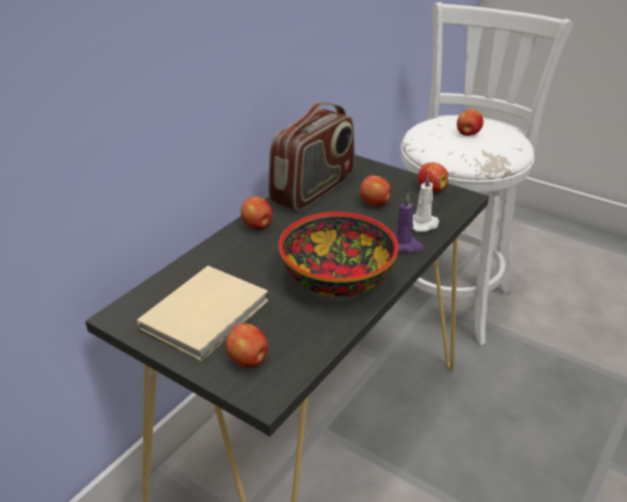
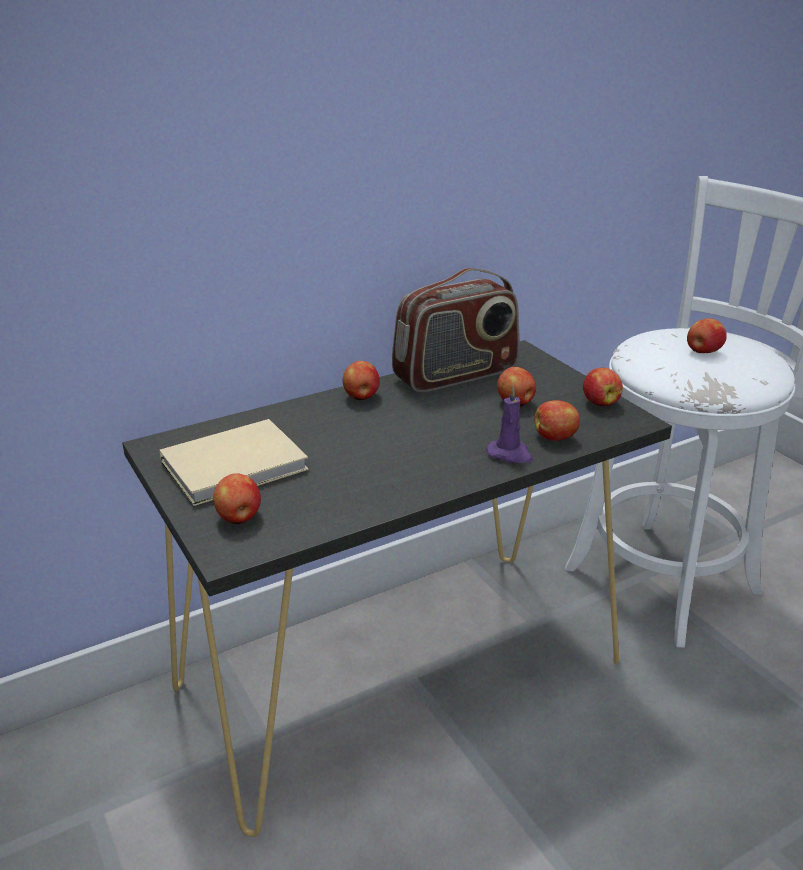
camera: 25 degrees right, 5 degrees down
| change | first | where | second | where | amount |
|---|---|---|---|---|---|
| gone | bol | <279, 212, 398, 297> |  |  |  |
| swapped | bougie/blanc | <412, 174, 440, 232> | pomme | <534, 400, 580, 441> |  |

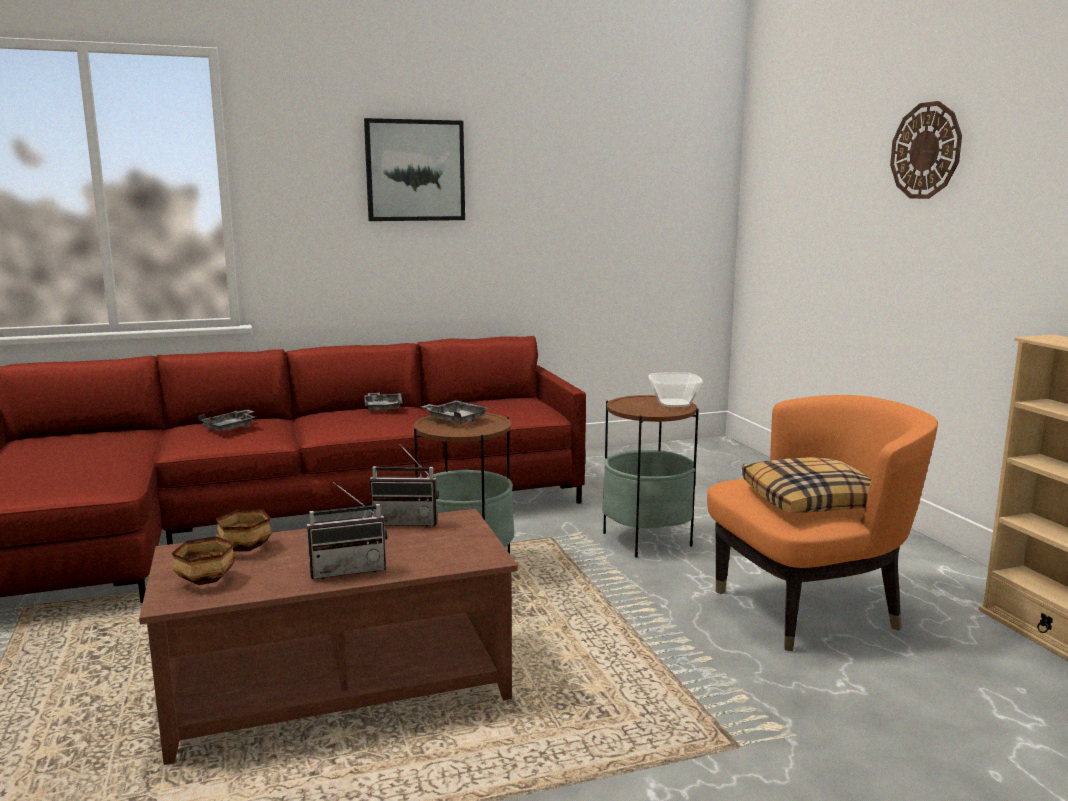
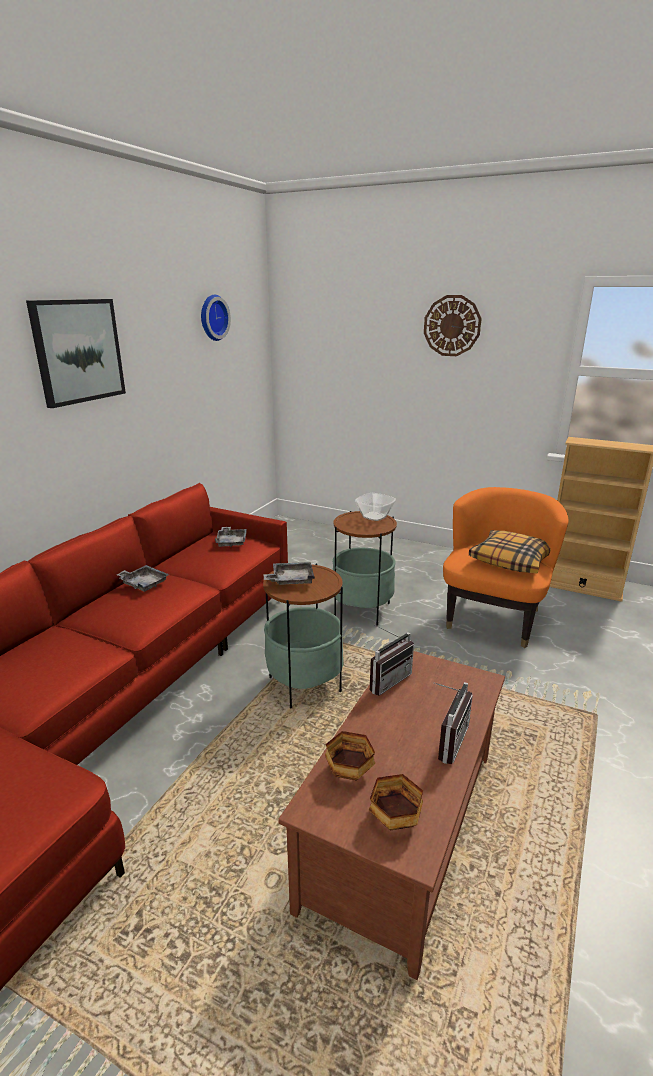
camera: 45 degrees left, 10 degrees up
| change | first | where | second | where | amount |
|---|---|---|---|---|---|
| new |  |  | horloge murale | <201, 295, 231, 341> |  |
| shifted | plateau/gris | <199, 410, 256, 431> |  | <215, 527, 247, 547> |  |

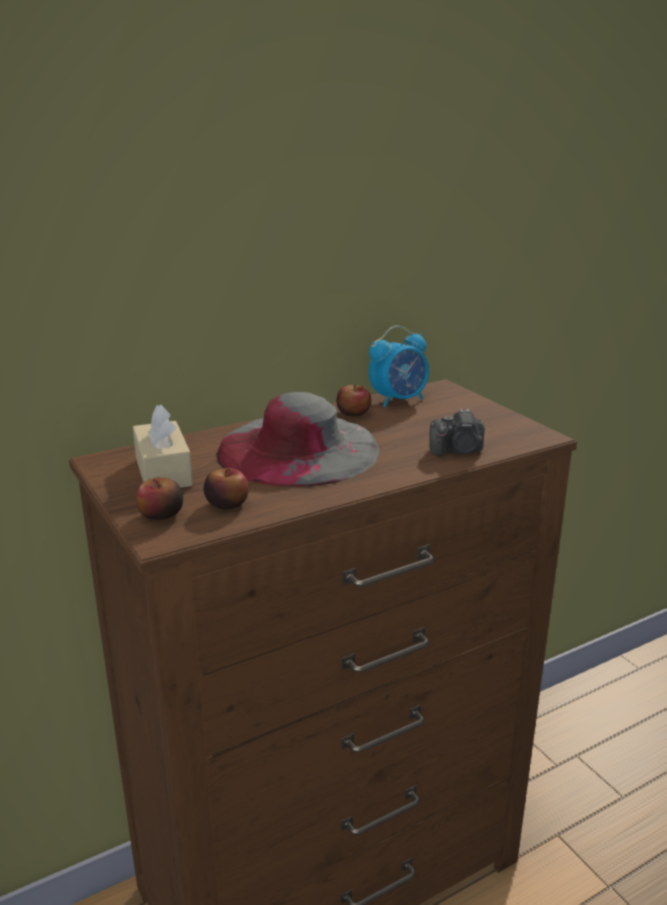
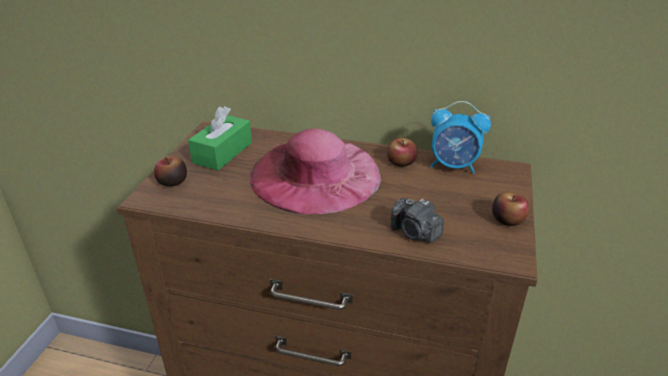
camera: 45 degrees right, 10 degrees up
| change | first | where | second | where | amount |
|---|---|---|---|---|---|
| shifted | pomme | <203, 468, 249, 510> |  | <492, 192, 529, 226> |  |
| repainted | boîte à mouchoirs/beige | <133, 404, 193, 488> | boîte à mouchoirs/vert | <188, 106, 252, 170> |  |
| repainted | chapeau/gris | <216, 392, 380, 487> | chapeau/rose | <249, 129, 381, 214> |  |

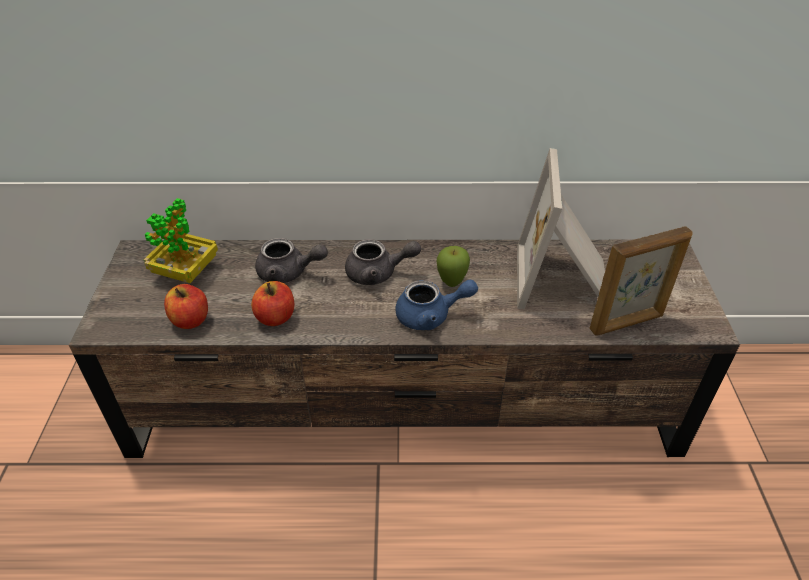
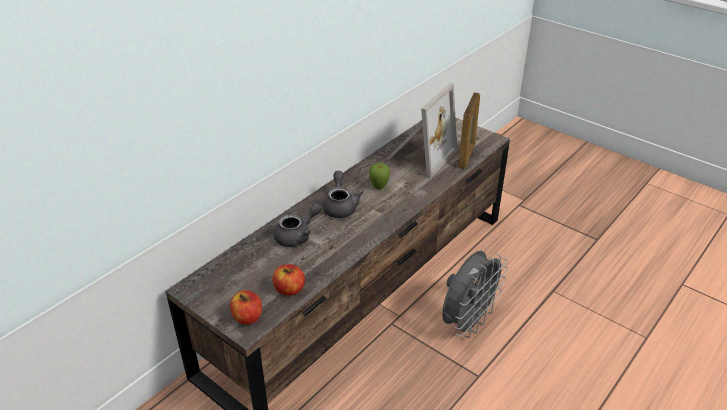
camera: 50 degrees left, 5 degrees down
| change | first | where | second | where | amount |
|---|---|---|---|---|---|
| gone | plante en pot | <144, 198, 218, 283> |  |  |  |
| gone | théière/bleu | <395, 280, 478, 330> |  |  |  |
| new |  |  | ventilateur/gris | <442, 251, 508, 338> |  |
| shifted | pomme | <251, 281, 294, 326> |  | <230, 290, 262, 325> |  |
| rotated | théière/gris | <345, 239, 421, 285> |  | <323, 171, 364, 218> | 45 degrees counterclockwise |
| rotated | cadre photo | <517, 148, 605, 309> |  | <386, 83, 457, 179> | 105 degrees counterclockwise |

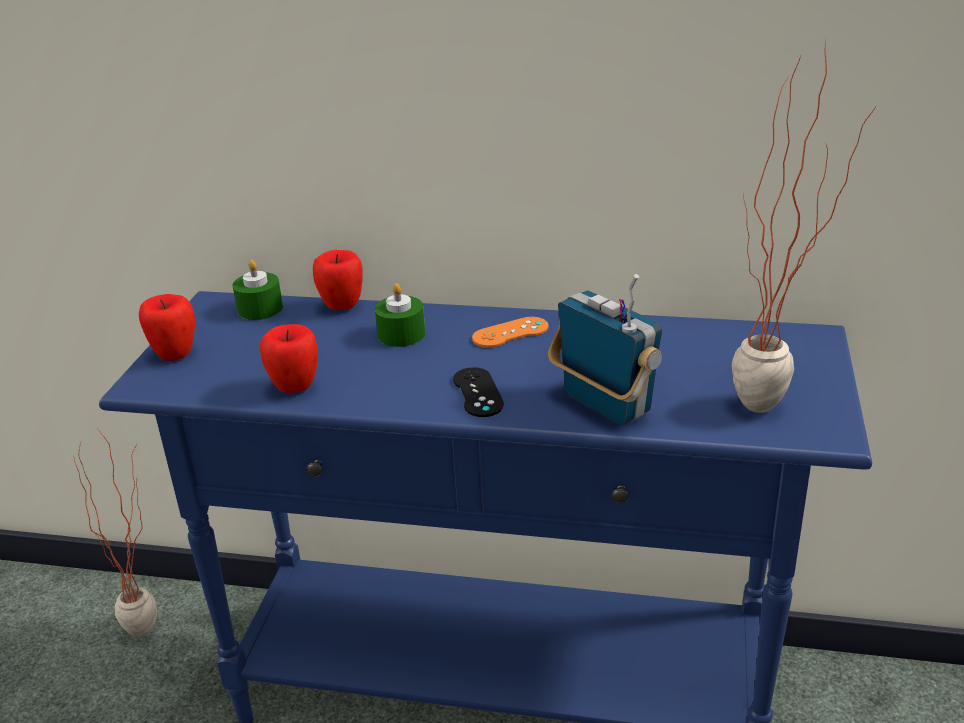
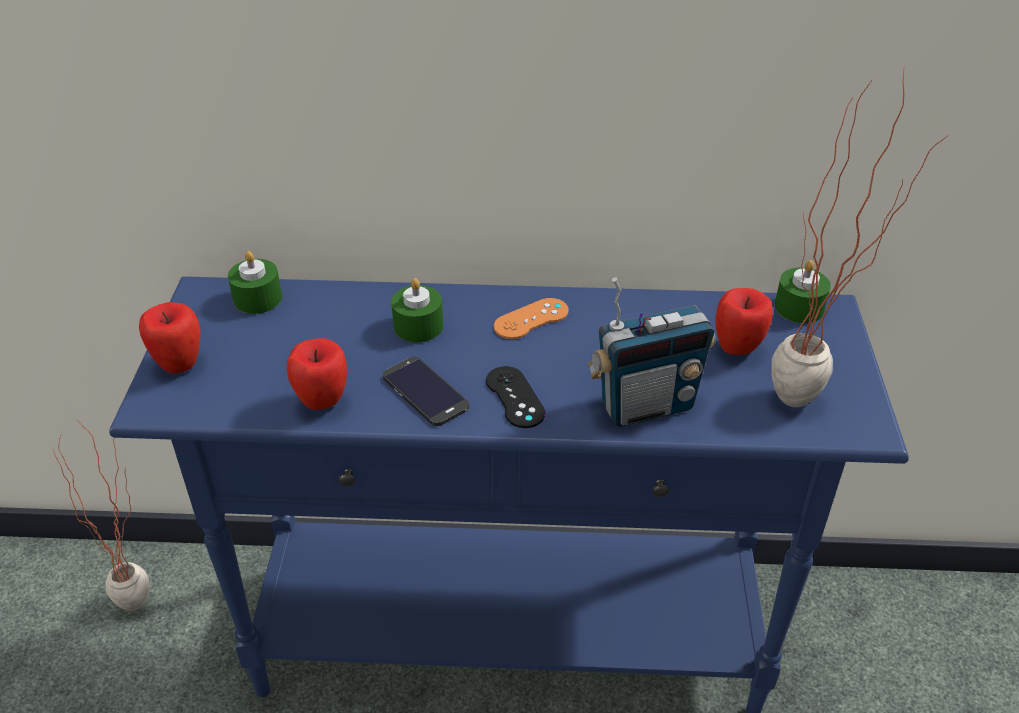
camera: 10 degrees left, 10 degrees up
| change | first | where | second | where | amount |
|---|---|---|---|---|---|
| new |  |  | téléphone | <382, 357, 469, 426> |  |
| new |  |  | bougie/vert | <775, 260, 831, 323> |  |
| shifted | pomme | <313, 250, 363, 310> |  | <715, 288, 773, 355> |  |
| rotated | radio | <548, 274, 662, 426> |  | <588, 277, 716, 427> | 120 degrees clockwise |

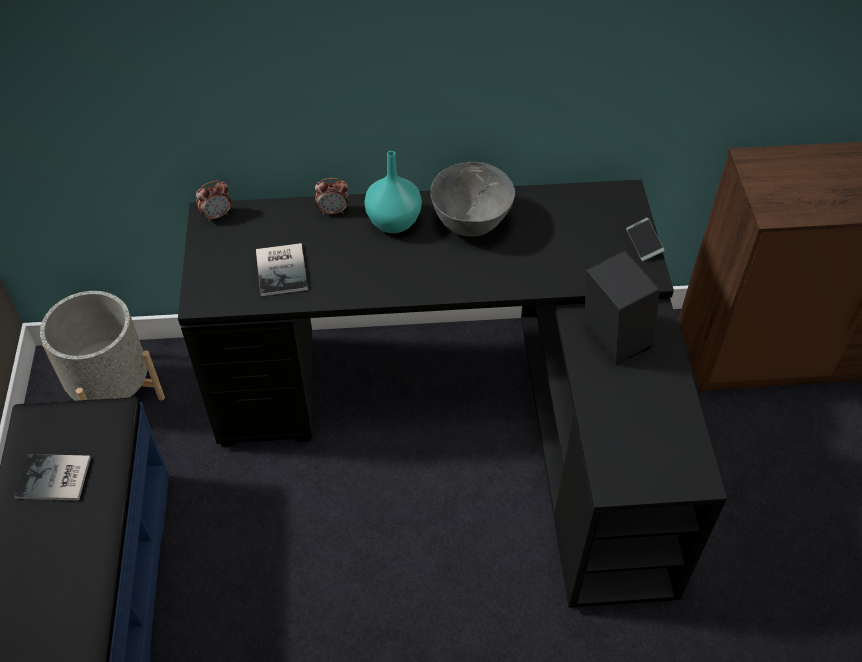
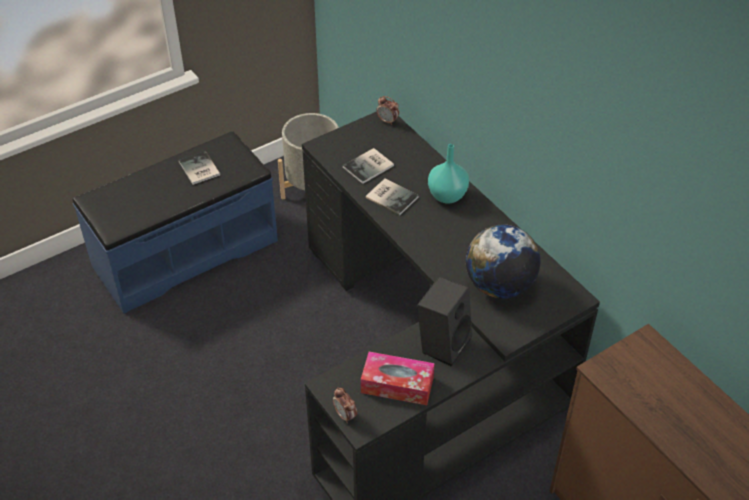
camera: 60 degrees right, 5 degrees down
| change | first | where | second | where | amount |
|---|---|---|---|---|---|
| gone | bol/gris | <430, 162, 515, 236> |  |  |  |
| gone | téléphone | <626, 218, 665, 261> |  |  |  |
| new |  |  | boîte à mouchoirs | <361, 352, 435, 405> |  |
| new |  |  | livre | <365, 178, 419, 216> |  |
| new |  |  | globe | <466, 225, 540, 299> |  |
| shifted | réveil | <315, 178, 348, 215> |  | <333, 387, 357, 423> |  |

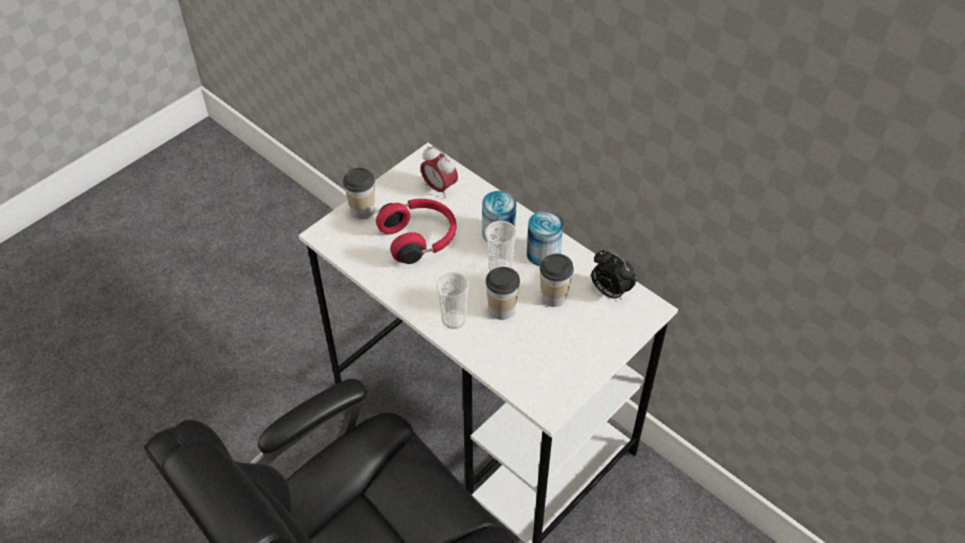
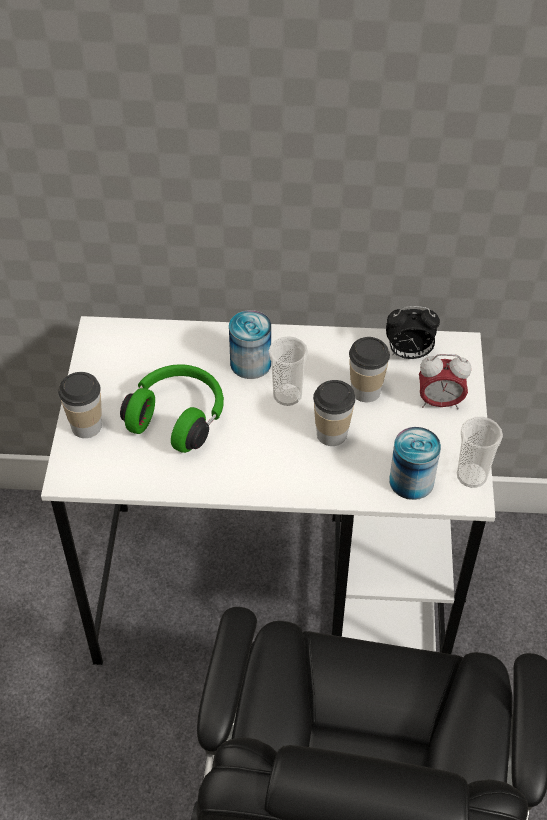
camera: 40 degrees left, 0 degrees up
| change | first | where | second | where | amount |
|---|---|---|---|---|---|
| shifted | réveil | <420, 146, 458, 198> |  | <419, 354, 471, 410> |  |
| shifted | tasse | <436, 272, 469, 329> |  | <457, 417, 503, 488> |  |
| shifted | boîte métallique | <527, 211, 563, 266> |  | <389, 427, 441, 500> |  |
| repainted | casque audio/rouge | <376, 199, 457, 264> | casque audio/vert | <120, 364, 224, 453> |  |

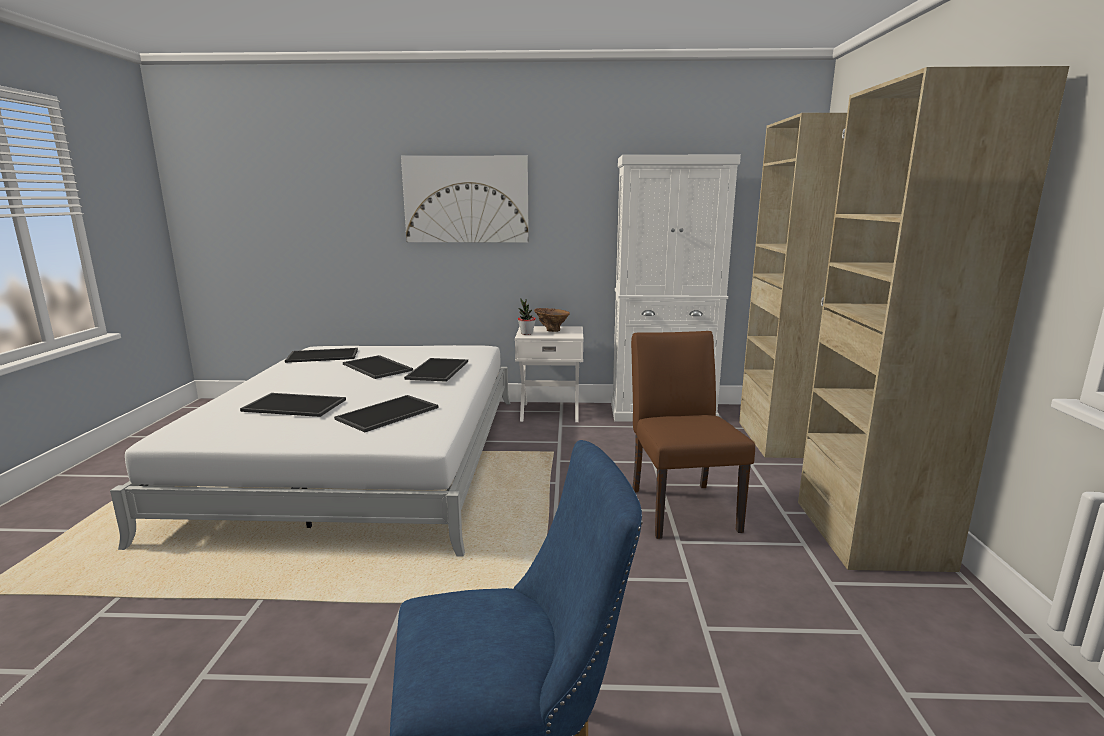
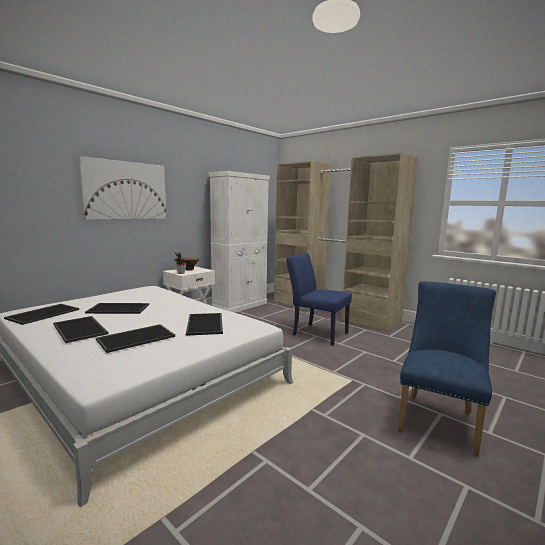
camera: 50 degrees left, 5 degrees down
| change | first | where | second | where | amount |
|---|---|---|---|---|---|
| shifted | plateau | <404, 358, 468, 382> |  | <53, 316, 108, 343> |  |
| repainted | chaise/marron | <631, 331, 755, 539> | chaise/bleu | <286, 253, 352, 346> |  |

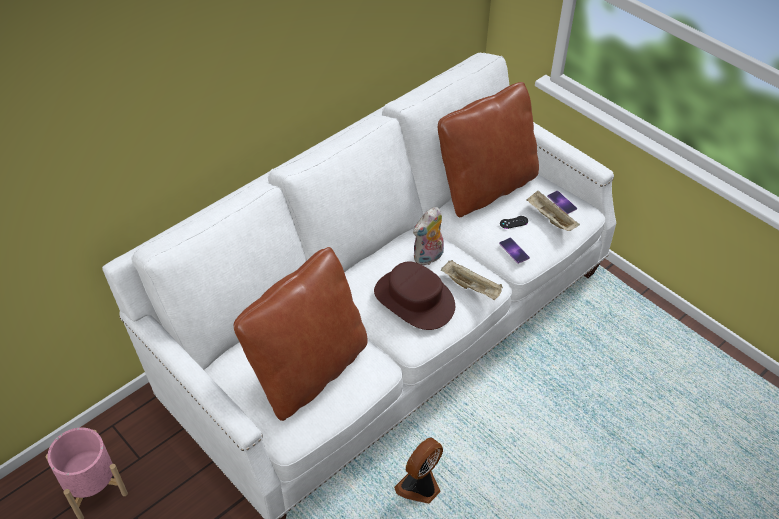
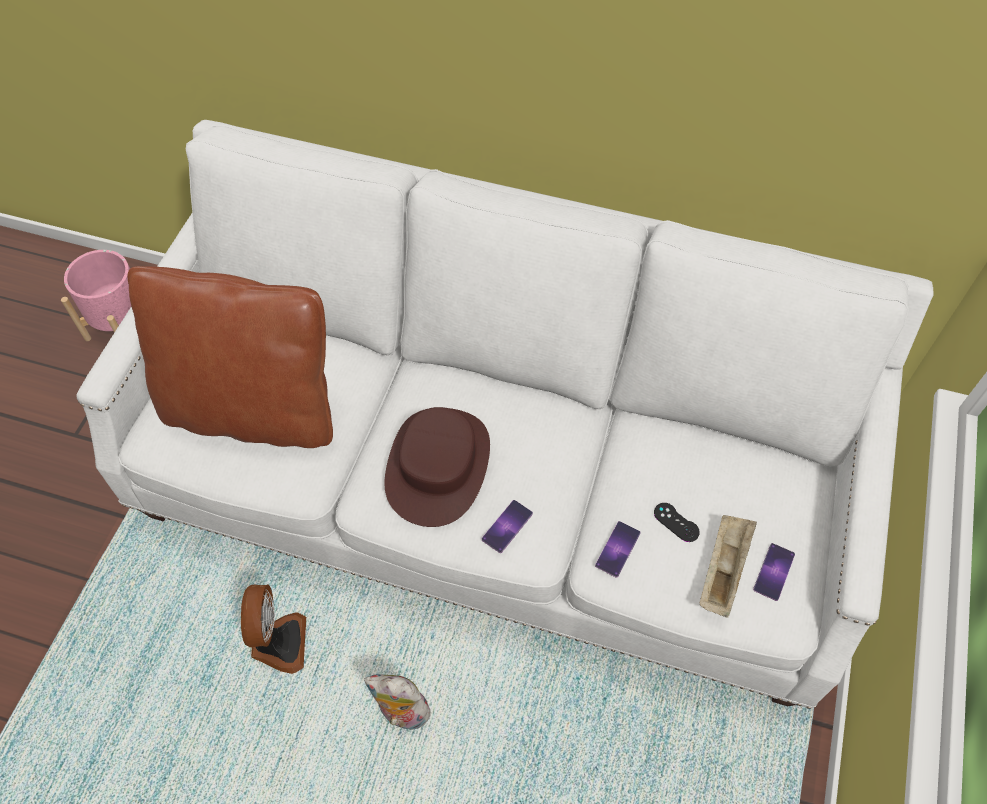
camera: 60 degrees right, 10 degrees up
| change | first | where | second | where | amount |
|---|---|---|---|---|---|
| gone | coussin/marron | <438, 82, 539, 217> |  |  |  |
| shifted | peluche | <413, 207, 444, 265> |  | <364, 675, 436, 729> |  |
| swapped | plateau/beige | <441, 260, 503, 300> | téléphone | <482, 500, 533, 553> |  |
| rotated | ventilateur | <394, 437, 443, 504> |  | <241, 584, 306, 674> | 75 degrees clockwise |

